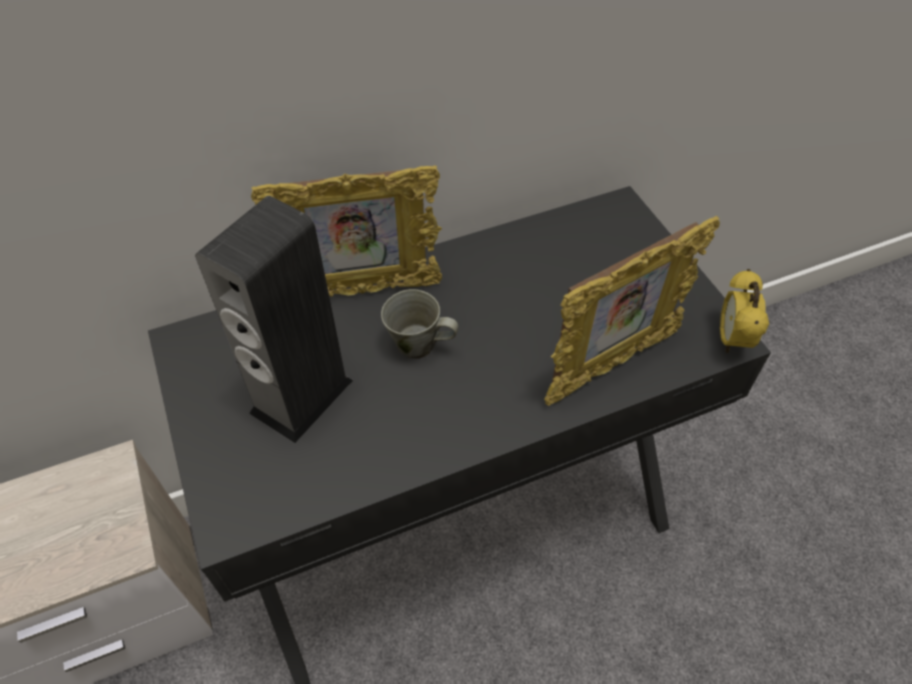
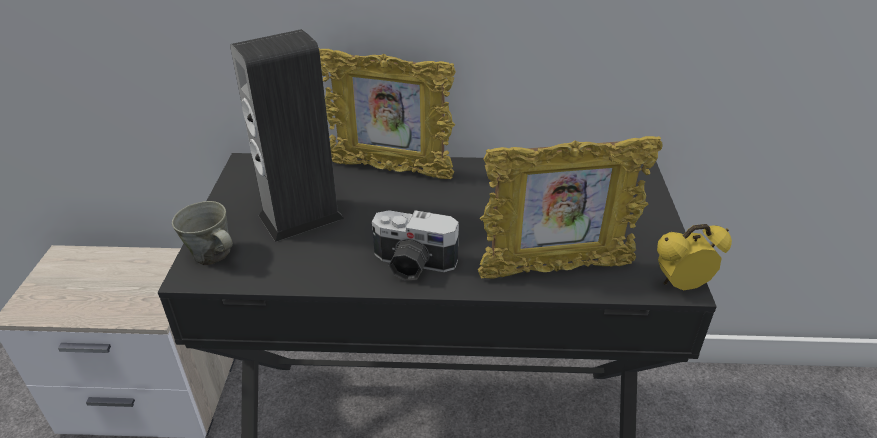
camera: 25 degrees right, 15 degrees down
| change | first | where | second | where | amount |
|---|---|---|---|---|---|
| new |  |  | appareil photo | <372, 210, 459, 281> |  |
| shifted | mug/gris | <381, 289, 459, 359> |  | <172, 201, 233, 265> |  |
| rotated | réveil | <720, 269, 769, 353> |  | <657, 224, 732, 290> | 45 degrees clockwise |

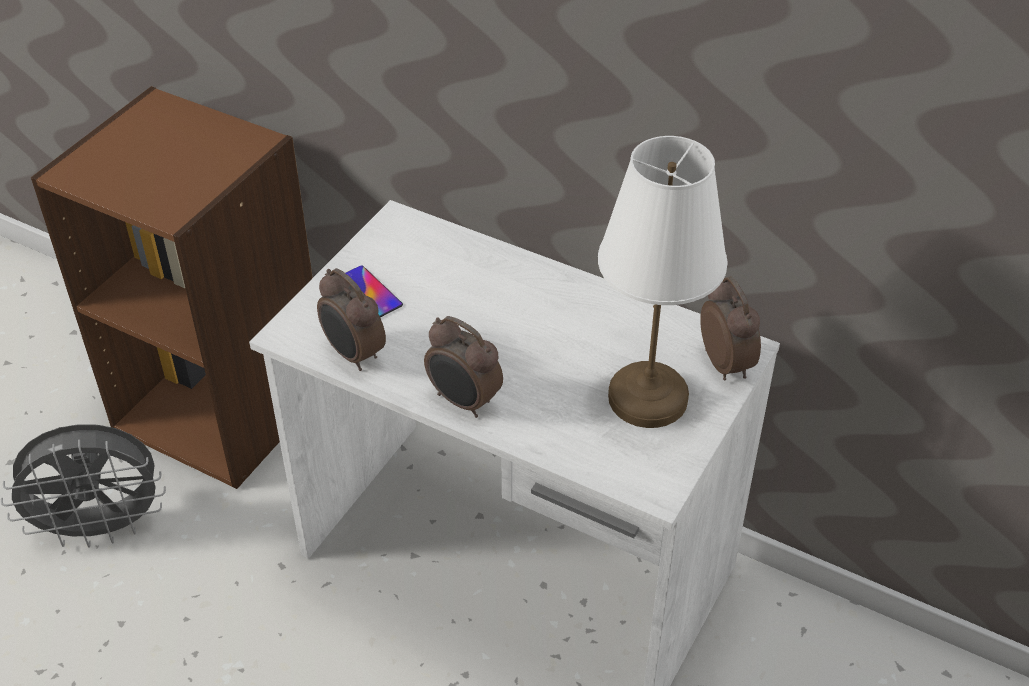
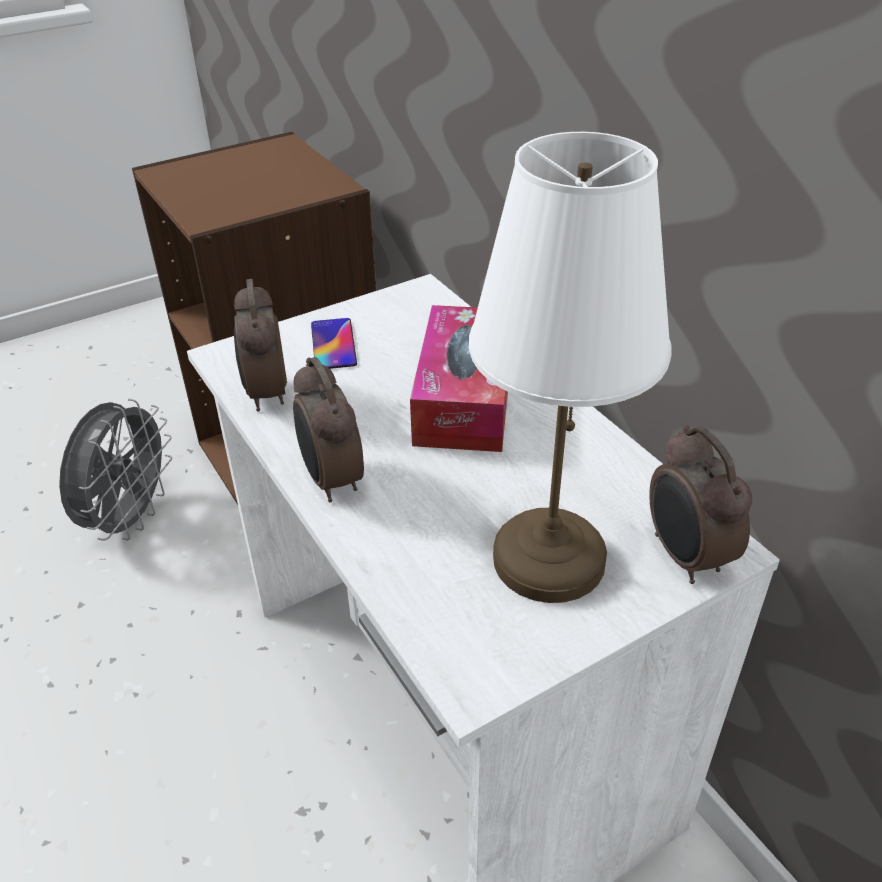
camera: 30 degrees right, 5 degrees down
| change | first | where | second | where | amount |
|---|---|---|---|---|---|
| new |  |  | boîte à mouchoirs | <410, 305, 508, 452> |  |
| rotated | ventilateur/gris | <1, 424, 166, 548> |  | <59, 399, 172, 540> | 90 degrees counterclockwise |
| rotated | réveil | <700, 276, 761, 380> |  | <649, 425, 752, 584> | 150 degrees clockwise |

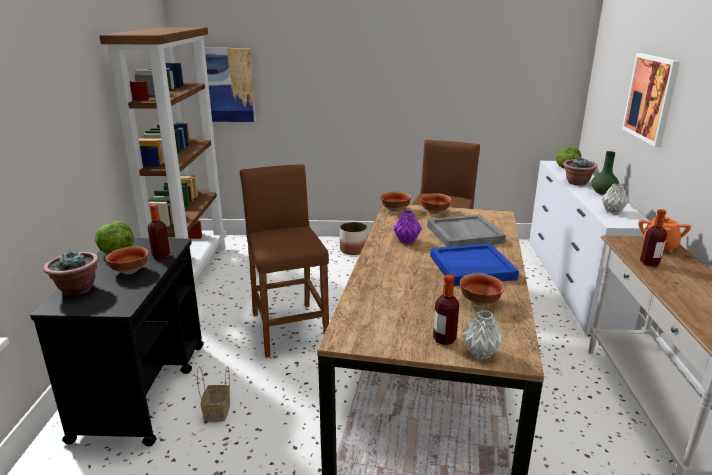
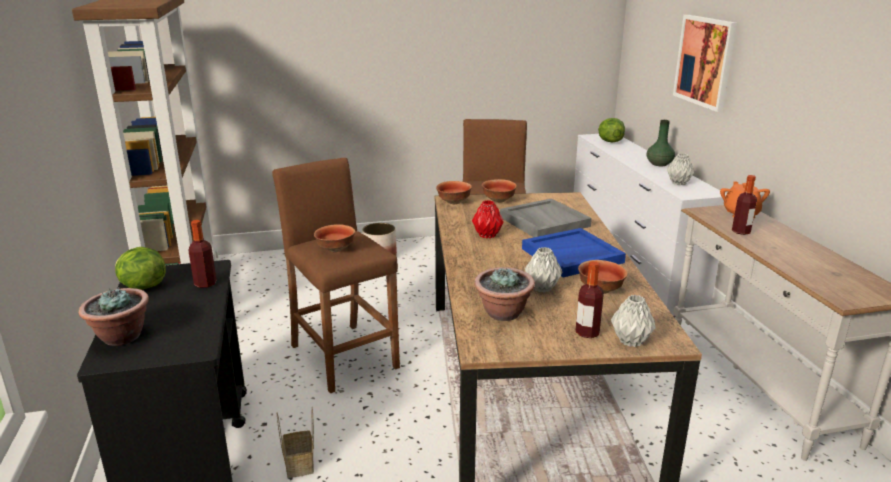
camera: 15 degrees left, 0 degrees up
| change | first | where | second | where | amount |
|---|---|---|---|---|---|
| gone | tableau | <205, 48, 256, 122> |  |  |  |
| new |  |  | vase/gris | <525, 247, 562, 292> |  |
| shifted | bol | <105, 246, 148, 274> |  | <314, 224, 355, 252> |  |
| shifted | plante en pot | <563, 158, 597, 186> |  | <474, 267, 535, 321> |  |
| repainted | vase/violet | <394, 210, 422, 244> | vase/rouge | <472, 200, 504, 239> |  |

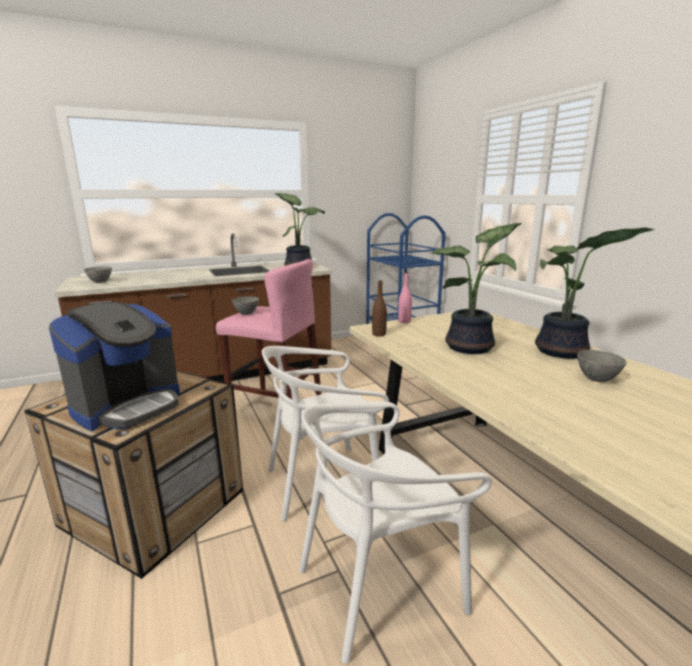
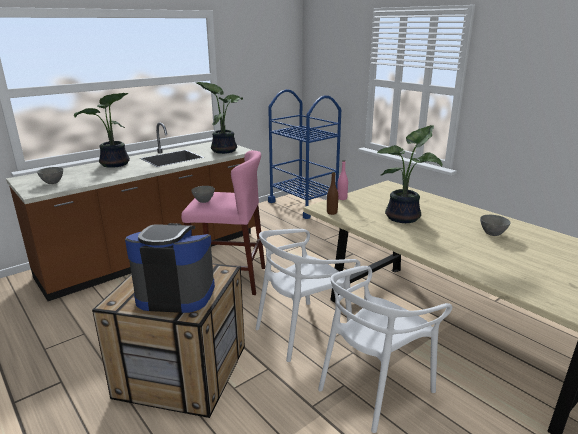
camera: 15 degrees left, 5 degrees up
| change | first | where | second | where | amount |
|---|---|---|---|---|---|
| shifted | plante en pot | <535, 227, 655, 359> |  | <74, 93, 130, 168> |  |
| rotated | machine à café | <49, 302, 180, 431> |  | <125, 223, 215, 313> | 105 degrees counterclockwise |

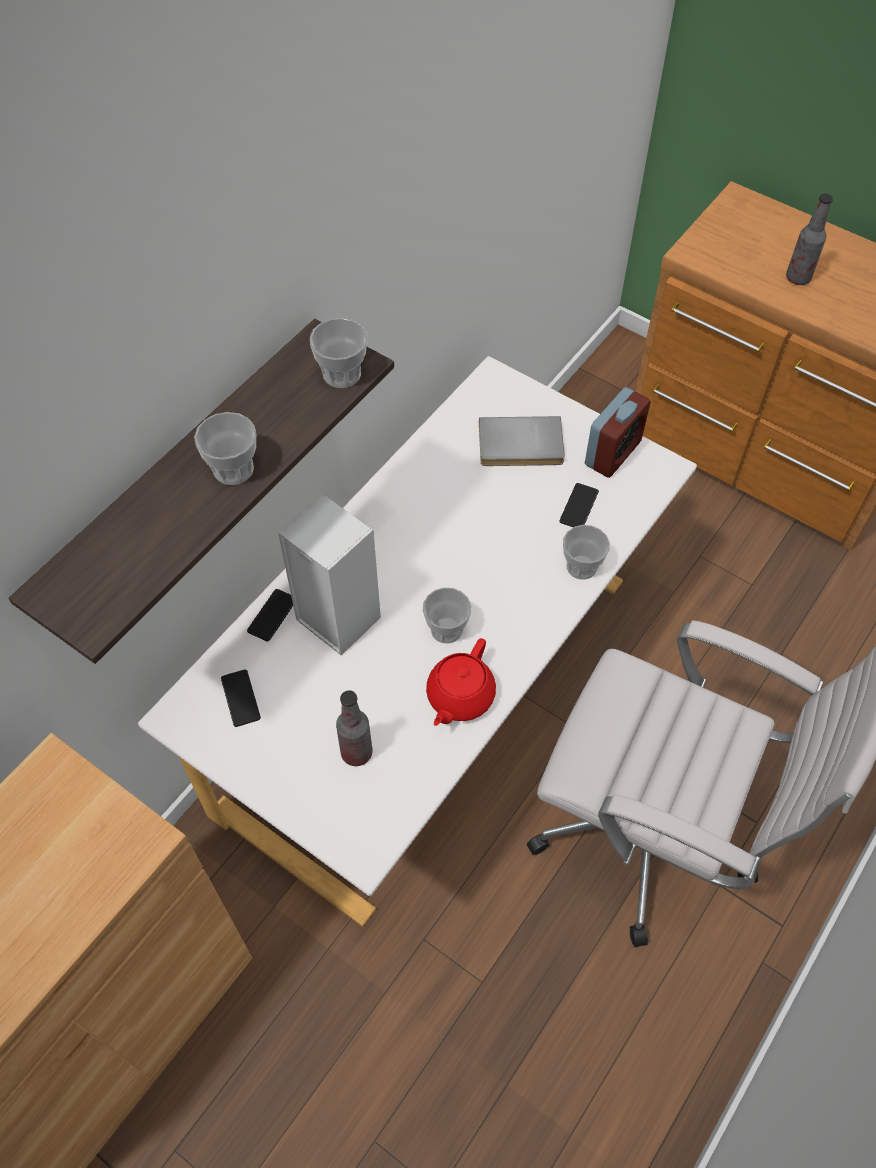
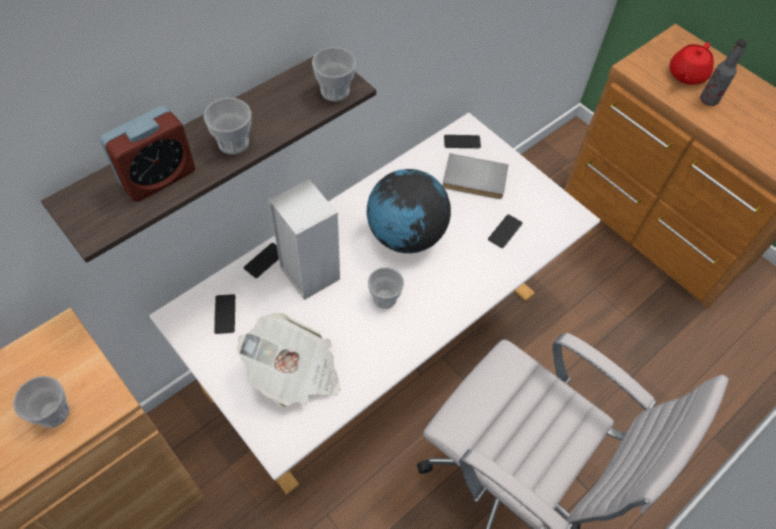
camera: 10 degrees right, 0 degrees up
| change | first | where | second | where | amount |
|---|---|---|---|---|---|
| new |  |  | globe | <367, 169, 451, 253> |  |
| new |  |  | téléphone | <444, 135, 481, 148> |  |
| shifted | théière/rouge | <426, 638, 496, 726> |  | <669, 42, 714, 85> |  |
| shifted | tasse | <563, 525, 610, 580> |  | <13, 376, 70, 428> |  |
| shifted | réveil | <585, 387, 651, 478> |  | <100, 106, 195, 202> |  |
| swapped | bouteille | <336, 690, 373, 766> | journal | <237, 313, 341, 407> |  |

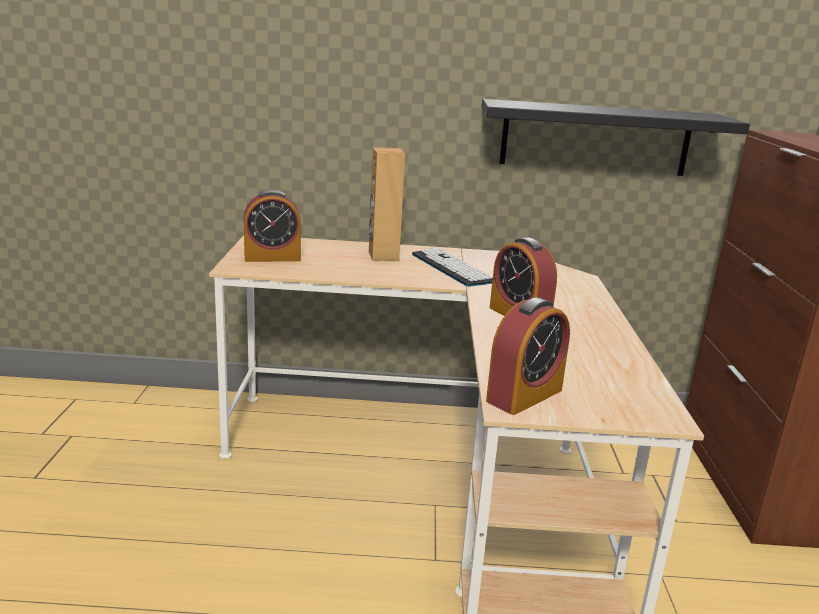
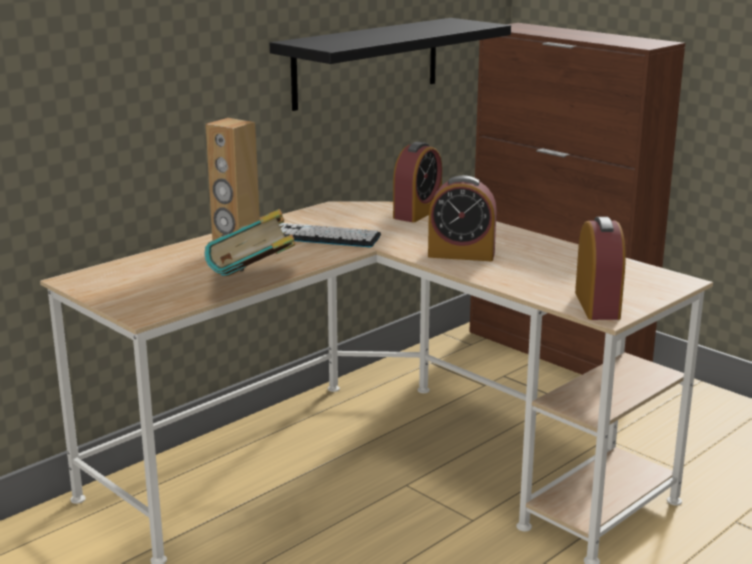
camera: 45 degrees left, 0 degrees up
| change | first | where | second | where | amount |
|---|---|---|---|---|---|
| new |  |  | livre | <204, 209, 295, 276> |  |
| shifted | réveil | <244, 190, 301, 262> |  | <393, 142, 442, 222> |  |

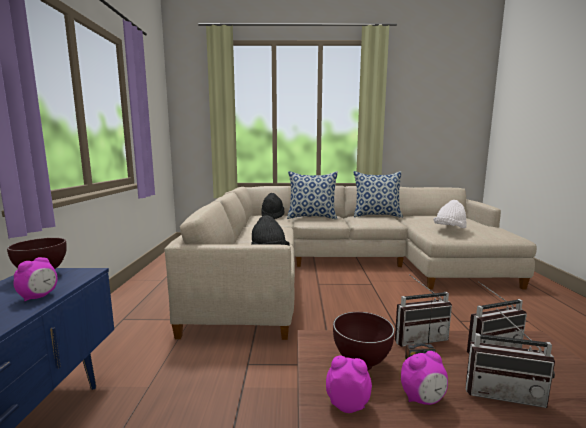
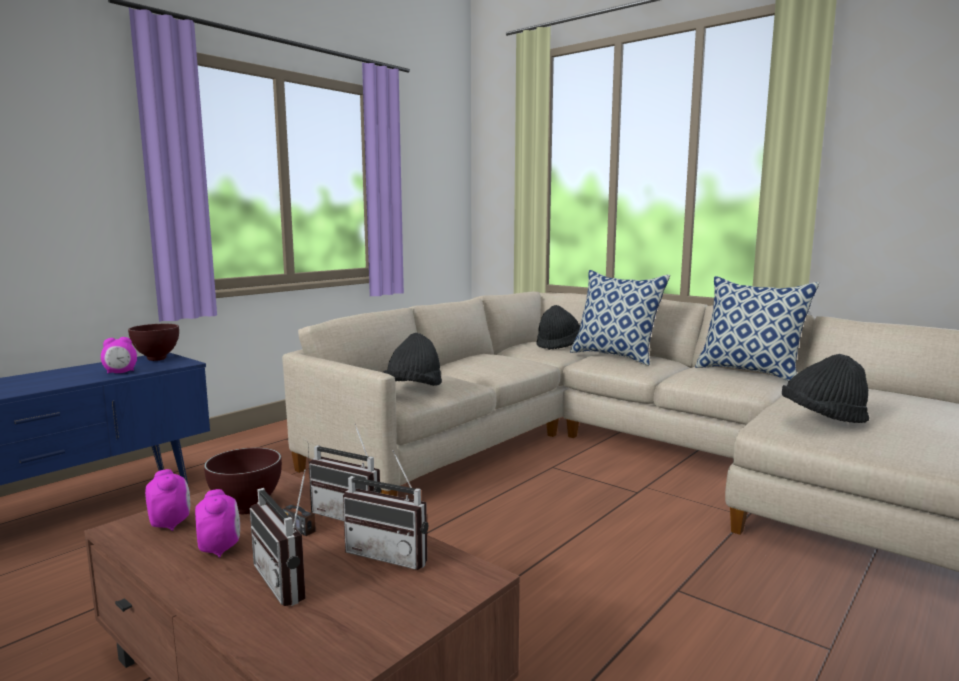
camera: 40 degrees right, 0 degrees up
| change | first | where | second | where | amount |
|---|---|---|---|---|---|
| repainted | chapeau/blanc | <433, 200, 467, 228> | chapeau/noir | <782, 354, 869, 423> |  |
| rotated | réveil | <401, 351, 448, 405> |  | <195, 489, 240, 558> | 135 degrees counterclockwise |

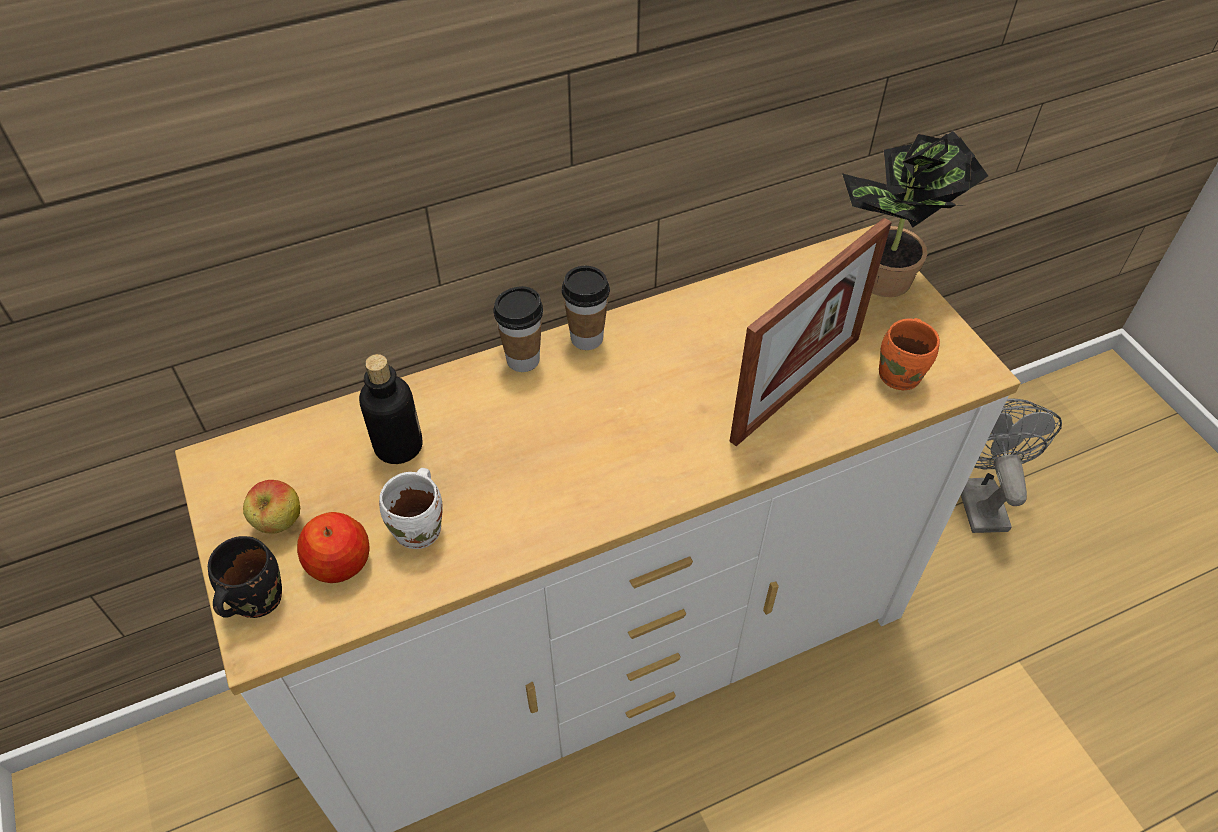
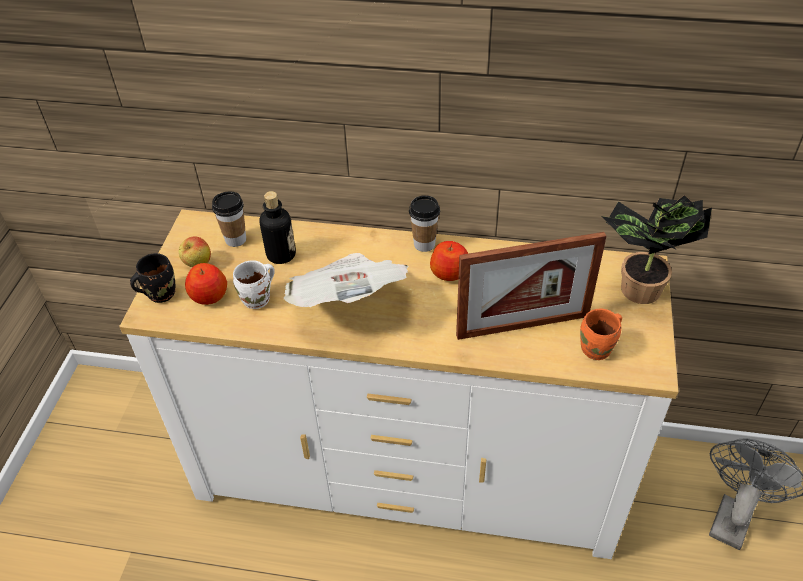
camera: 35 degrees right, 5 degrees down
| change | first | where | second | where | amount |
|---|---|---|---|---|---|
| new |  |  | journal | <284, 253, 408, 307> |  |
| new |  |  | pomme | <430, 241, 468, 281> |  |
| shifted | tasse | <493, 286, 543, 372> |  | <212, 192, 246, 247> |  |

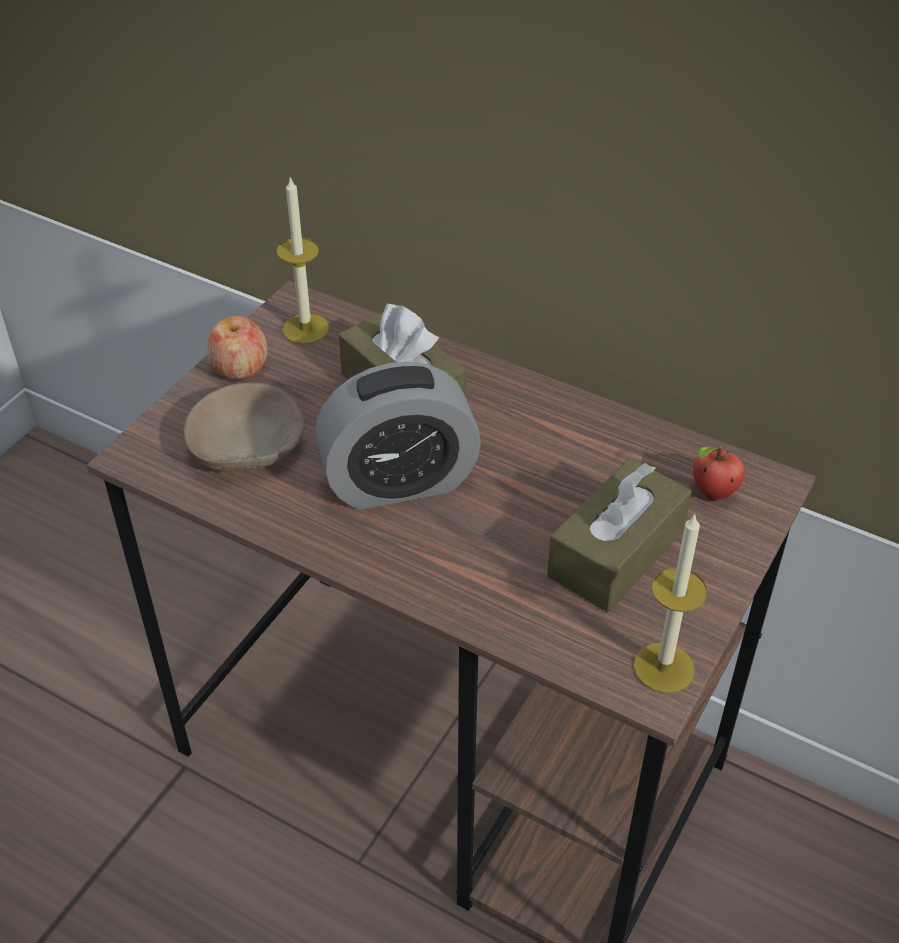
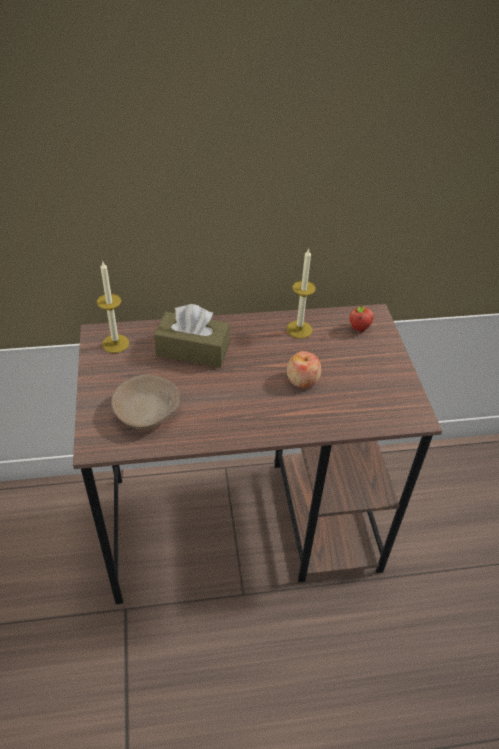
camera: 40 degrees left, 0 degrees up
| change | first | where | second | where | amount |
|---|---|---|---|---|---|
| gone | réveil | <315, 362, 481, 509> |  |  |  |
| gone | boîte à mouchoirs/marron | <547, 458, 692, 612> |  |  |  |
| shifted | pomme | <206, 316, 268, 380> |  | <287, 351, 322, 388> |  |
| shifted | bougie | <633, 513, 708, 693> |  | <286, 248, 316, 338> |  |

